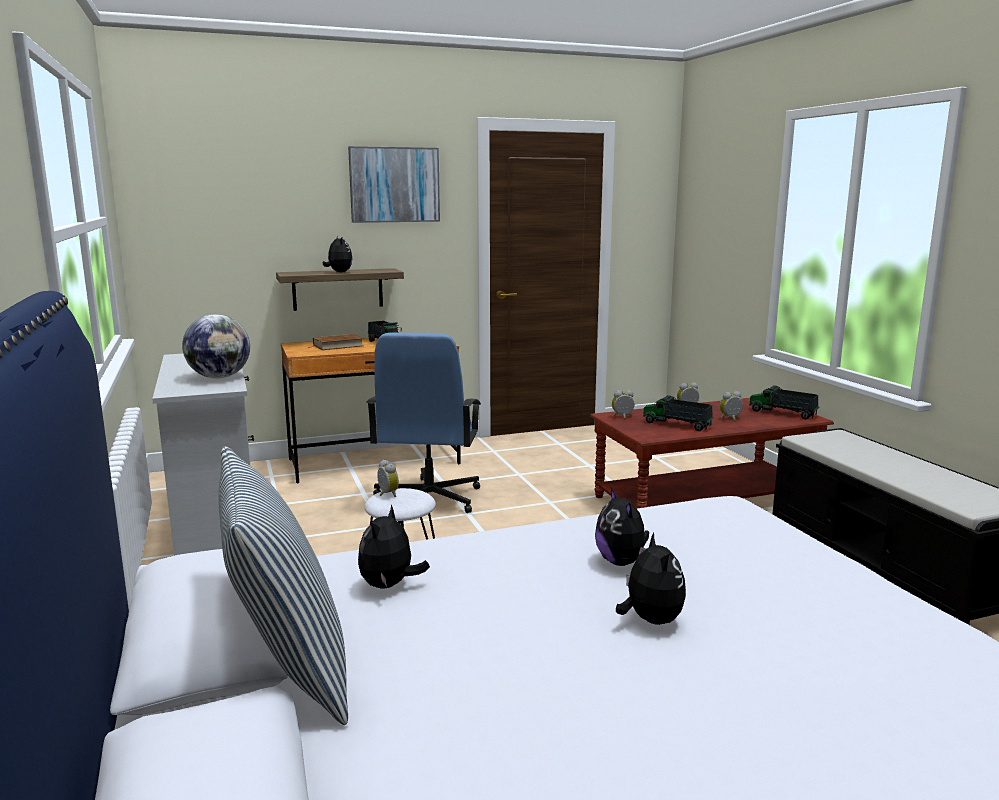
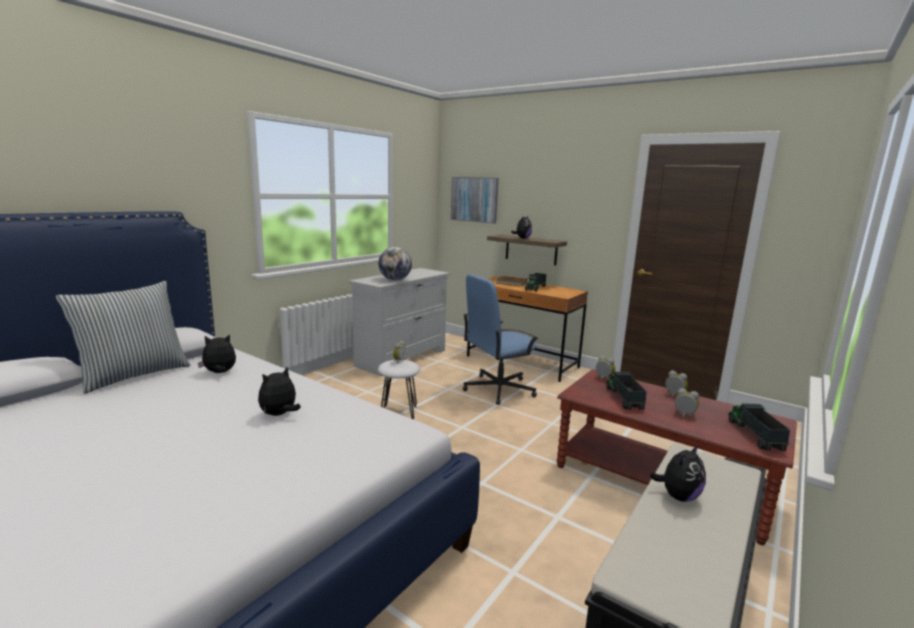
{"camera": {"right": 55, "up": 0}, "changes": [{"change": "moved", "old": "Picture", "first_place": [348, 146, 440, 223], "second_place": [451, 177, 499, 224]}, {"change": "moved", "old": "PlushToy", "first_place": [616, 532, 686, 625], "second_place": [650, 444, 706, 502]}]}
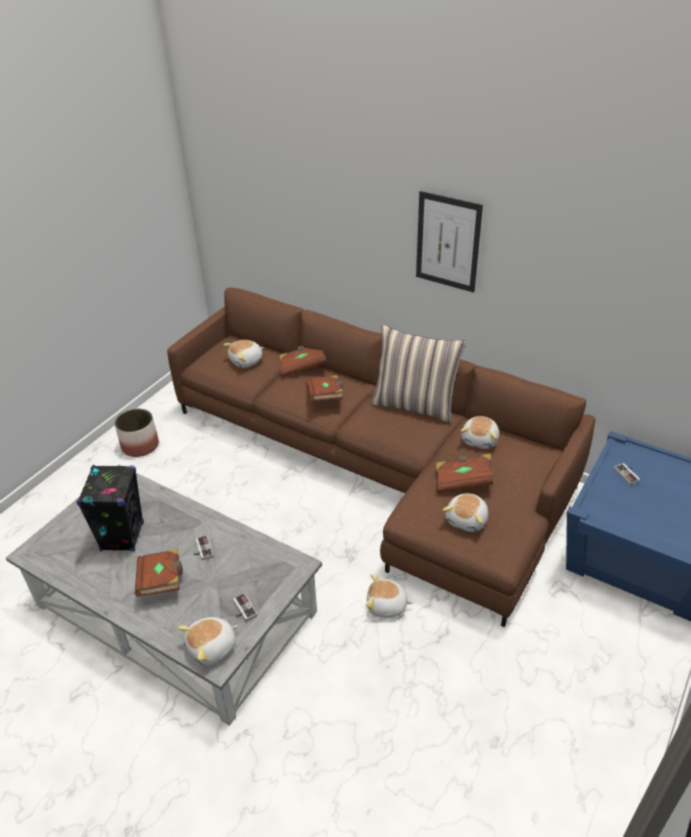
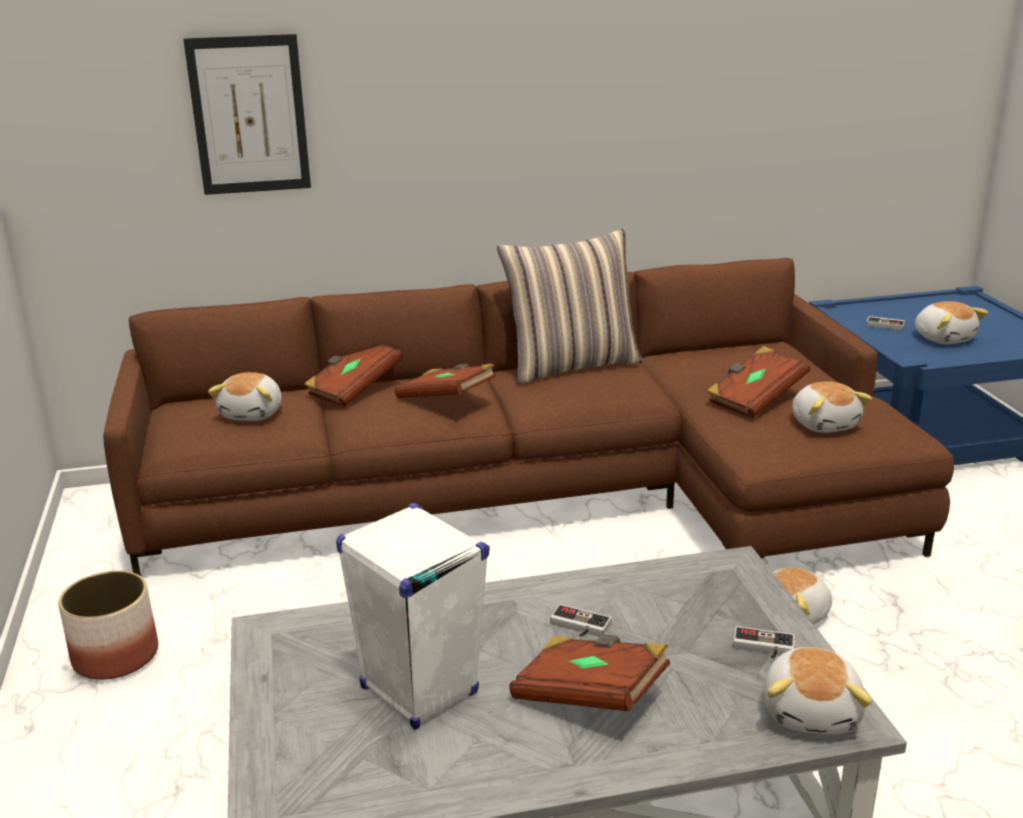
{"camera": {"right": -45, "up": -15}, "changes": [{"change": "recoloured", "old": "BlackSpeaker", "new": "WhiteSpeaker", "first_place": [77, 465, 144, 551], "second_place": [336, 503, 489, 730]}, {"change": "moved", "old": "Picture", "first_place": [416, 191, 483, 293], "second_place": [183, 34, 311, 195]}, {"change": "moved", "old": "PlushToy", "first_place": [460, 416, 499, 449], "second_place": [915, 301, 988, 344]}]}
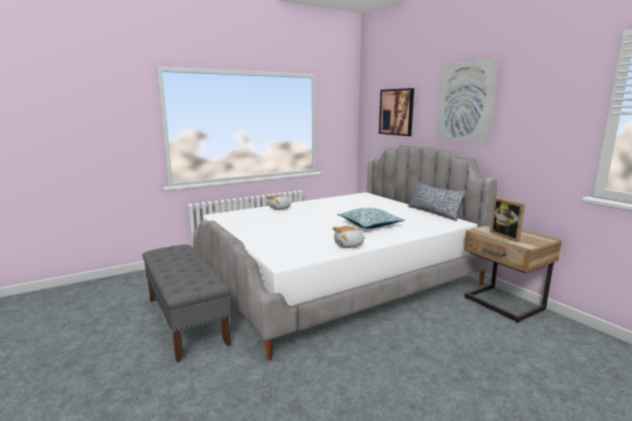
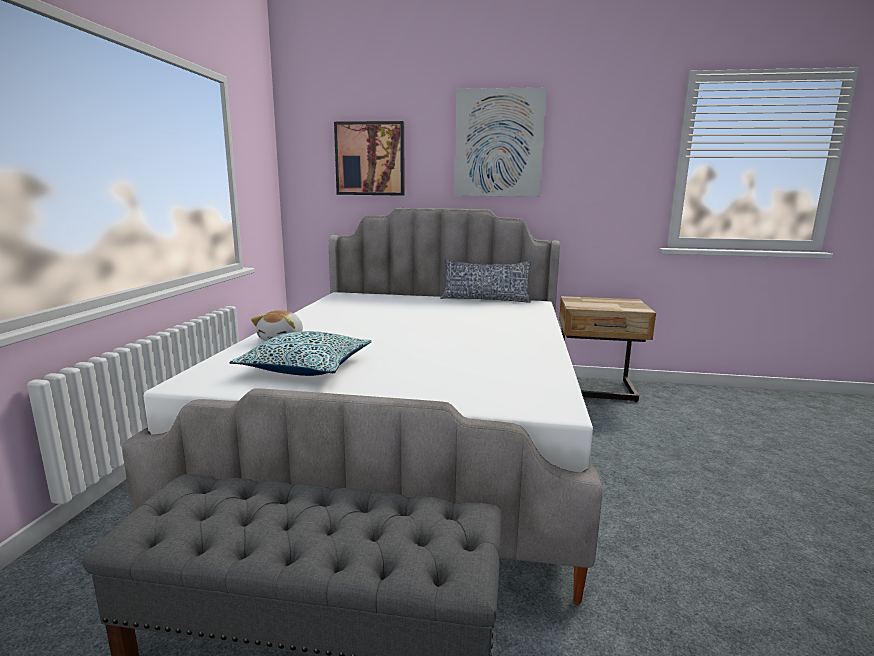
{"camera": {"right": -50, "up": 0}, "changes": [{"change": "removed", "old": "PlushToy", "first_place": [332, 226, 366, 248]}, {"change": "moved", "old": "Pillow", "first_place": [338, 208, 405, 229], "second_place": [230, 331, 372, 376]}, {"change": "removed", "old": "PictureFrame", "first_place": [490, 197, 525, 242]}]}
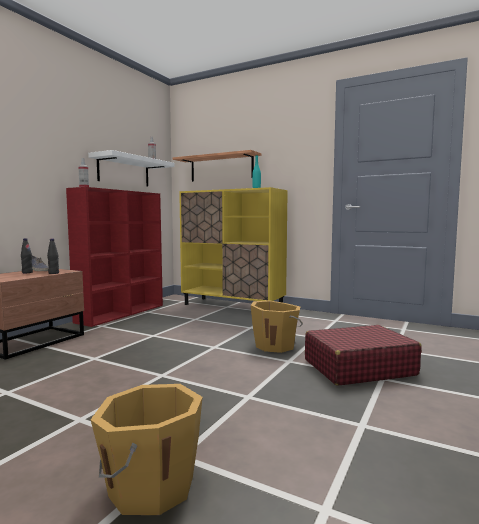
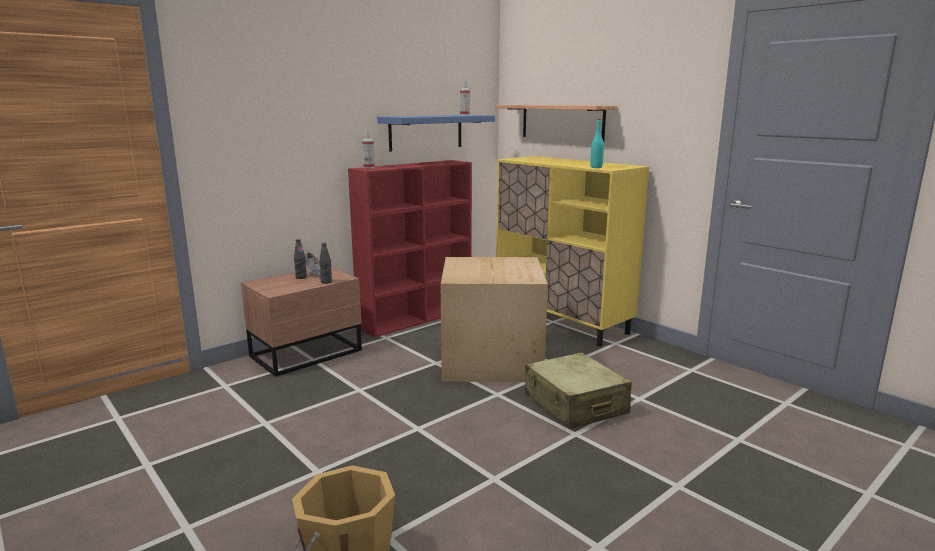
{"camera": {"right": 20, "up": 10}, "changes": [{"change": "recoloured", "old": "WhiteShelf", "new": "BlueShelf", "first_place": [88, 150, 174, 187], "second_place": [377, 115, 495, 152]}, {"change": "replaced", "old": "OrangeBucket", "new": "BeigeSuitcase", "first_place": [251, 300, 303, 353], "second_place": [525, 352, 632, 429]}, {"change": "removed", "old": "RedSuitcase", "first_place": [305, 325, 422, 386]}, {"change": "added", "new": "CardboardBox", "second_place": [441, 257, 548, 382]}]}
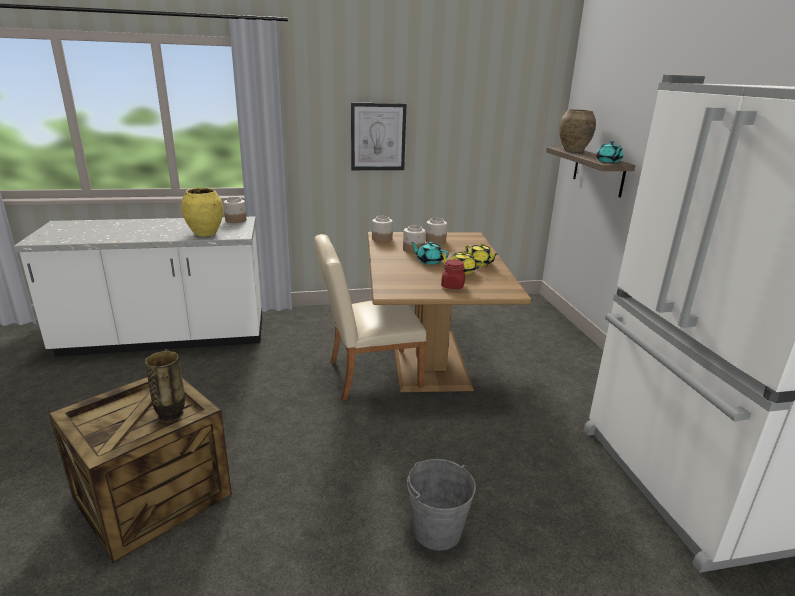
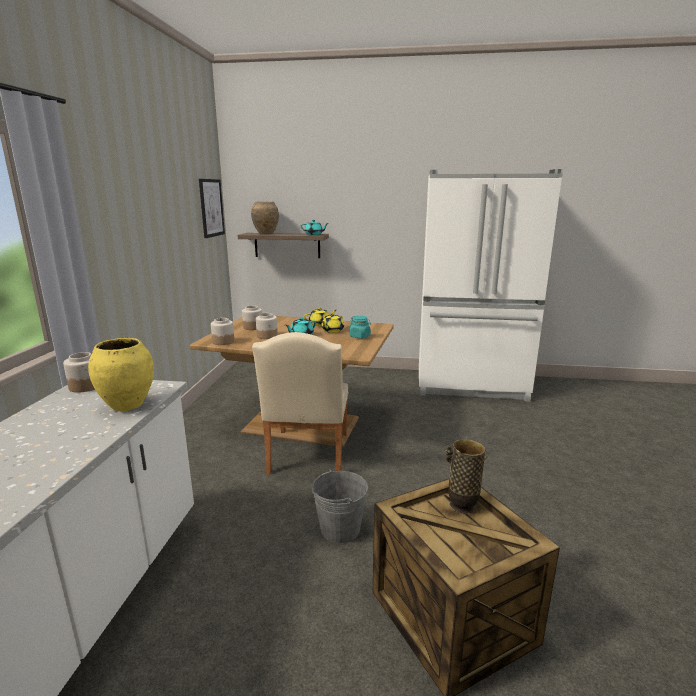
{"camera": {"right": -70, "up": -5}, "changes": [{"change": "moved", "old": "Picture", "first_place": [351, 102, 406, 170], "second_place": [199, 179, 225, 238]}, {"change": "moved", "old": "GreyBucket", "first_place": [407, 459, 476, 551], "second_place": [312, 469, 368, 543]}, {"change": "recoloured", "old": "RedJar", "new": "TurquoiseJar", "first_place": [441, 259, 465, 289], "second_place": [350, 316, 371, 339]}]}
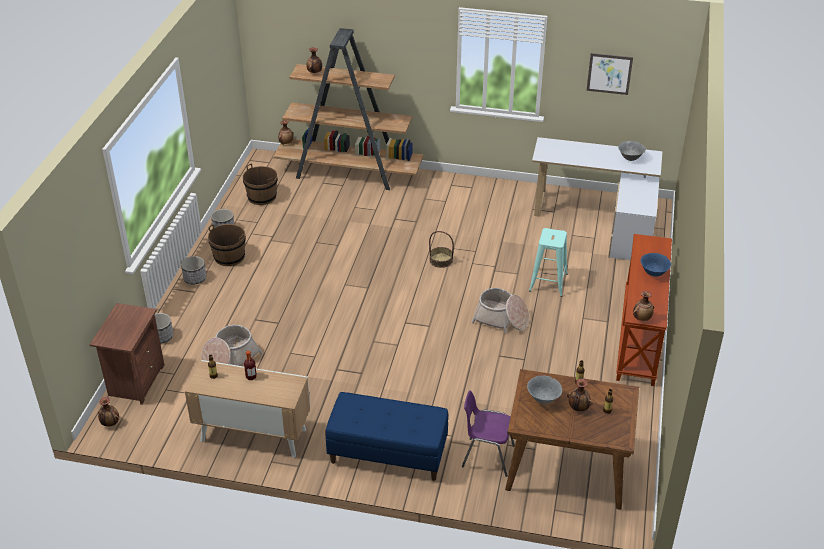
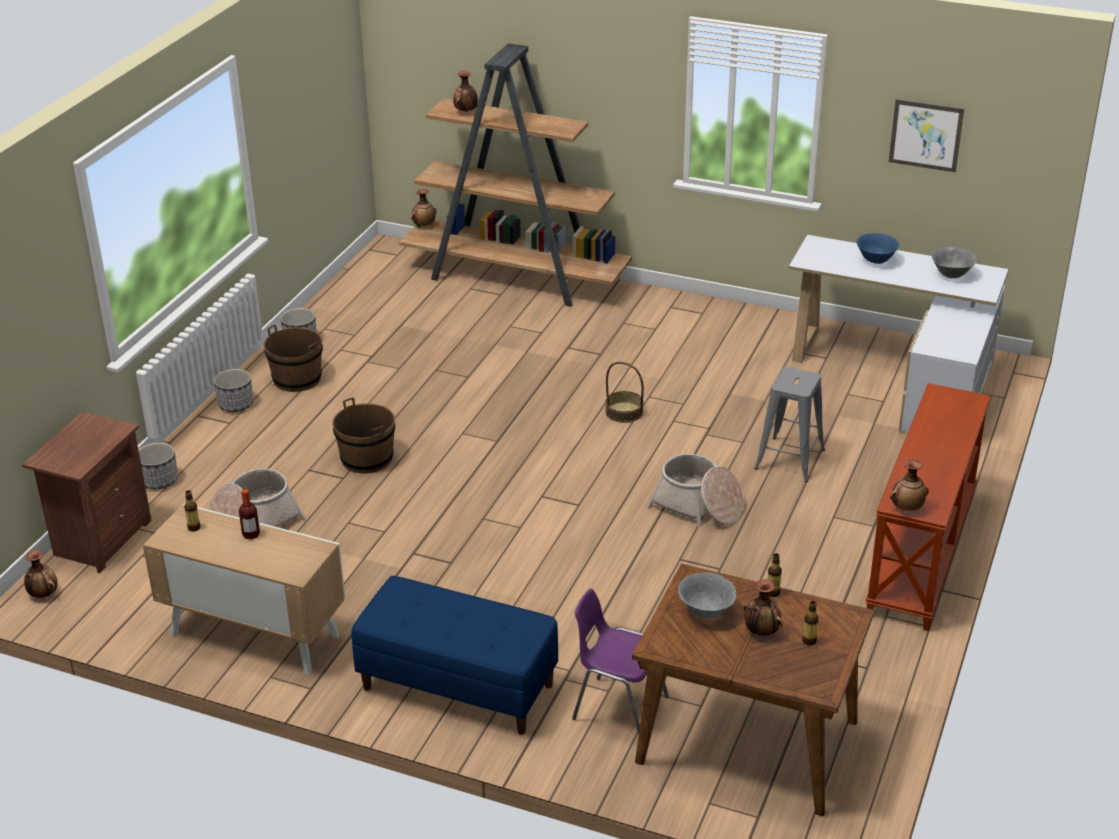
{"camera": {"right": 10, "up": -5}, "changes": [{"change": "moved", "old": "BrownBucket", "first_place": [243, 163, 278, 205], "second_place": [333, 397, 395, 474]}, {"change": "recoloured", "old": "TurquoiseStool", "new": "GreyStool", "first_place": [529, 228, 568, 297], "second_place": [754, 367, 825, 482]}, {"change": "moved", "old": "BlueBowl", "first_place": [641, 253, 671, 277], "second_place": [856, 233, 899, 264]}]}
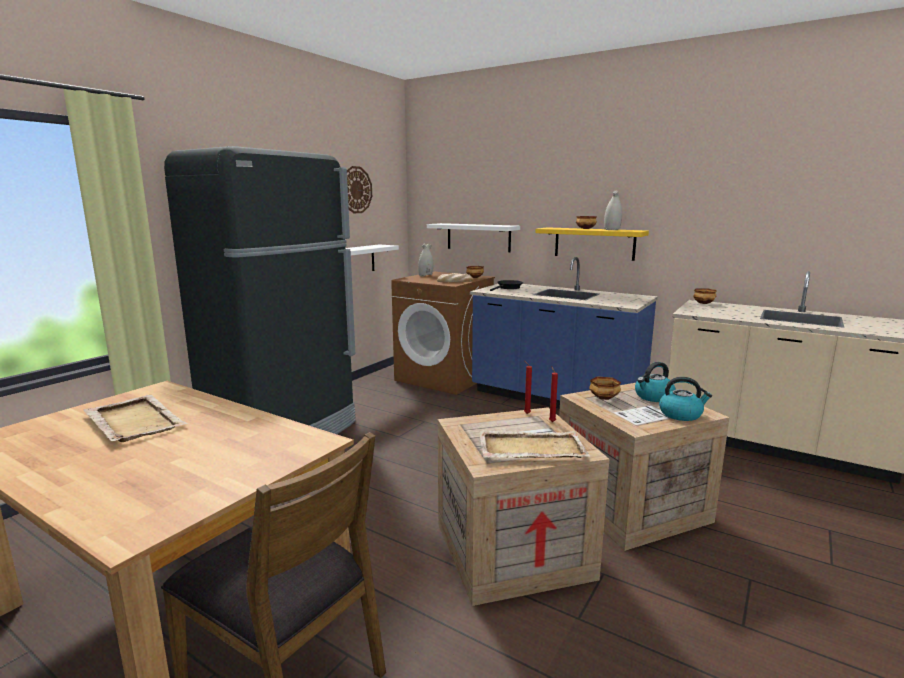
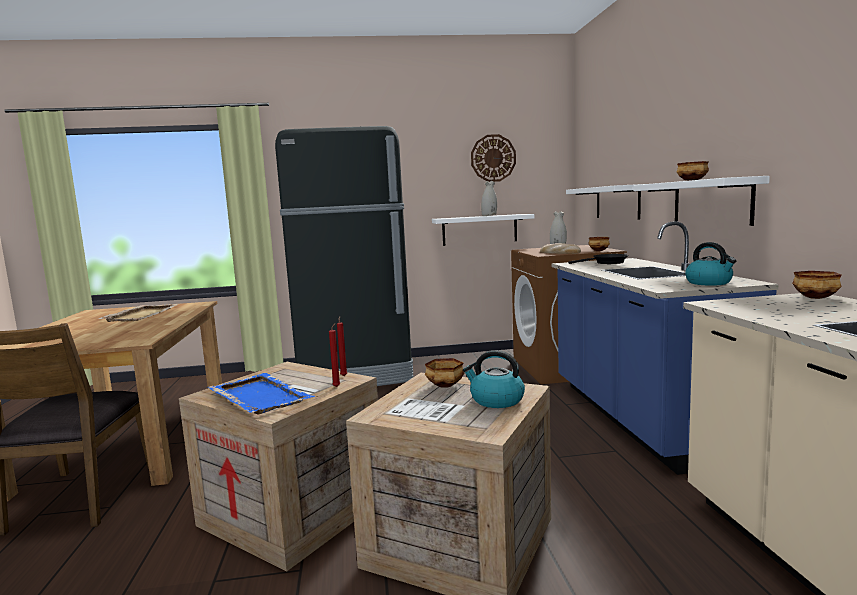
{"camera": {"right": 50, "up": -5}, "changes": [{"change": "recoloured", "old": "BeigeTray", "new": "BlueTray", "first_place": [479, 430, 590, 458], "second_place": [208, 373, 315, 414]}, {"change": "recoloured", "old": "YellowShelf", "new": "WhiteShelf", "first_place": [535, 227, 649, 261], "second_place": [633, 176, 770, 226]}, {"change": "moved", "old": "WhiteVase", "first_place": [604, 191, 622, 230], "second_place": [481, 181, 497, 216]}, {"change": "moved", "old": "Kettle", "first_place": [659, 377, 712, 421], "second_place": [685, 242, 736, 286]}]}
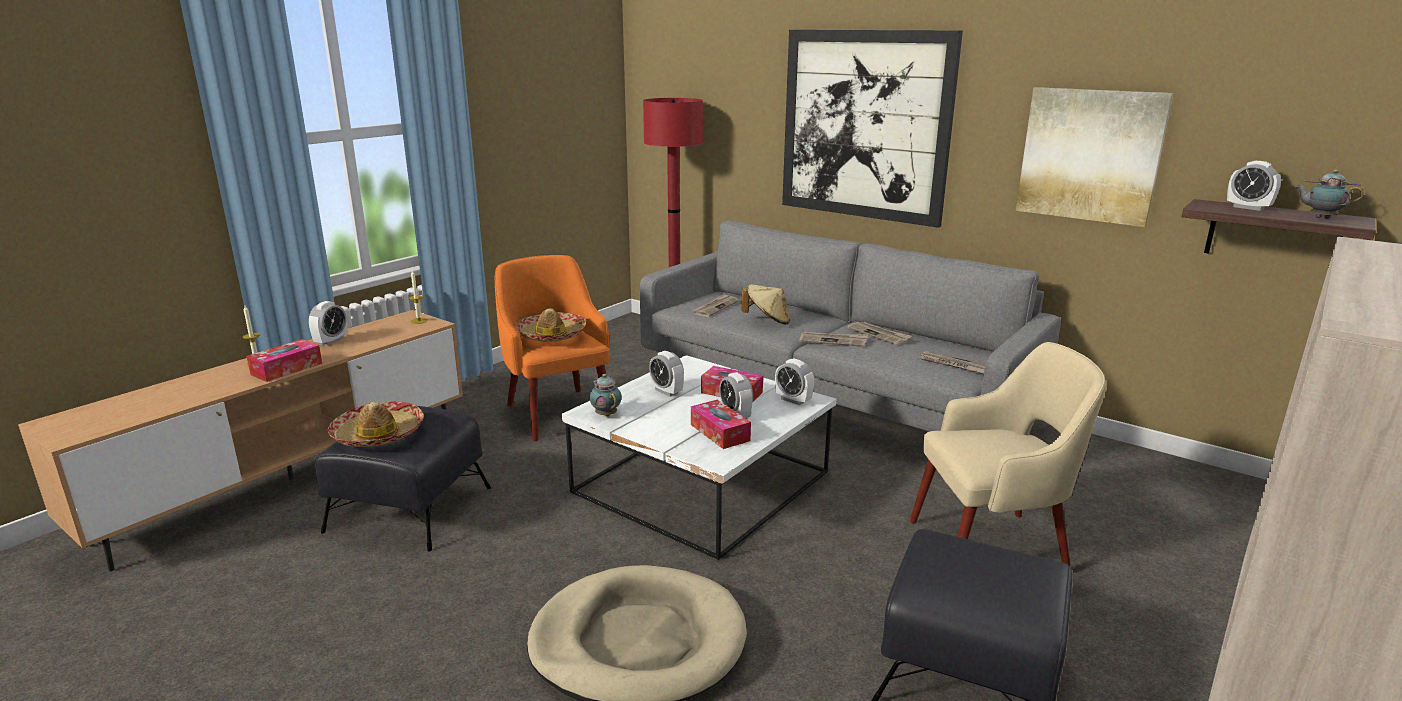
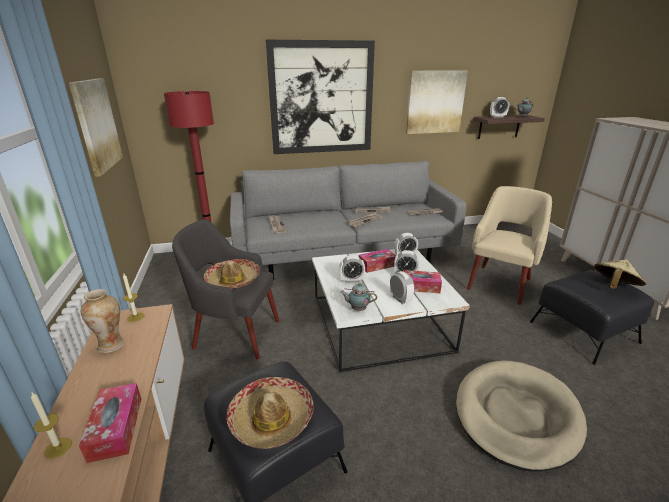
{"camera": {"right": -50, "up": 5}, "changes": [{"change": "moved", "old": "AlarmClock", "first_place": [309, 301, 347, 346], "second_place": [390, 271, 414, 304]}, {"change": "recoloured", "old": "OrangeArmchair", "new": "GreyArmchair", "first_place": [495, 255, 610, 441], "second_place": [172, 219, 279, 359]}, {"change": "moved", "old": "BeigeHat", "first_place": [741, 284, 790, 325], "second_place": [594, 259, 647, 289]}, {"change": "added", "new": "Picture", "second_place": [69, 78, 123, 177]}, {"change": "added", "new": "Vase", "second_place": [81, 289, 125, 353]}]}
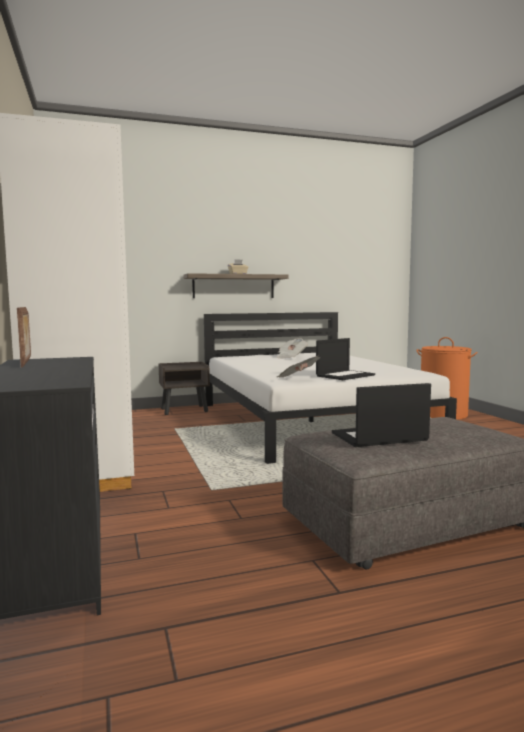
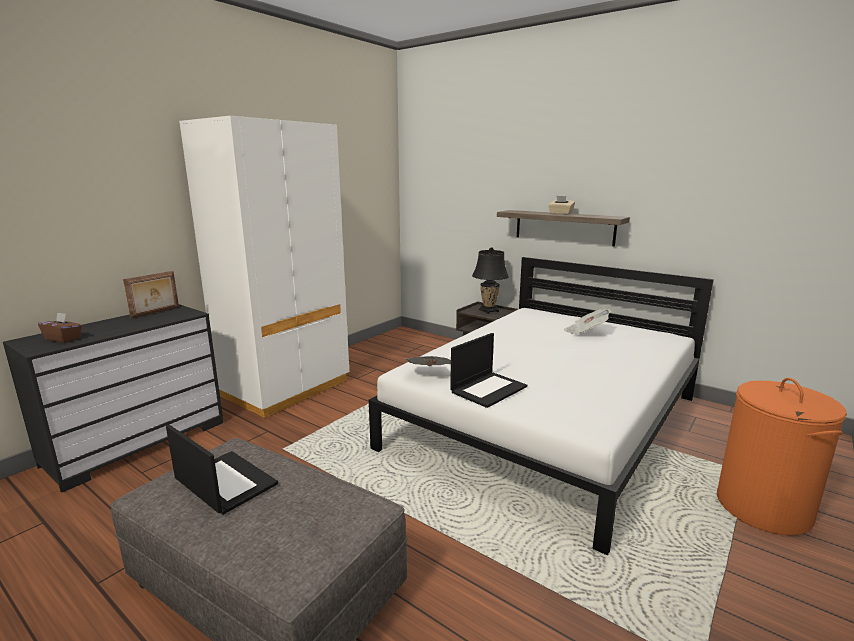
{"camera": {"right": 55, "up": 10}, "changes": [{"change": "turned", "old": "Laptop", "first_place": [316, 338, 375, 380], "second_place": [450, 333, 527, 408], "degrees": -60}, {"change": "added", "new": "BrownTissueBox", "second_place": [38, 312, 82, 343]}, {"change": "added", "new": "BlackTableLamp", "second_place": [472, 247, 509, 314]}]}
